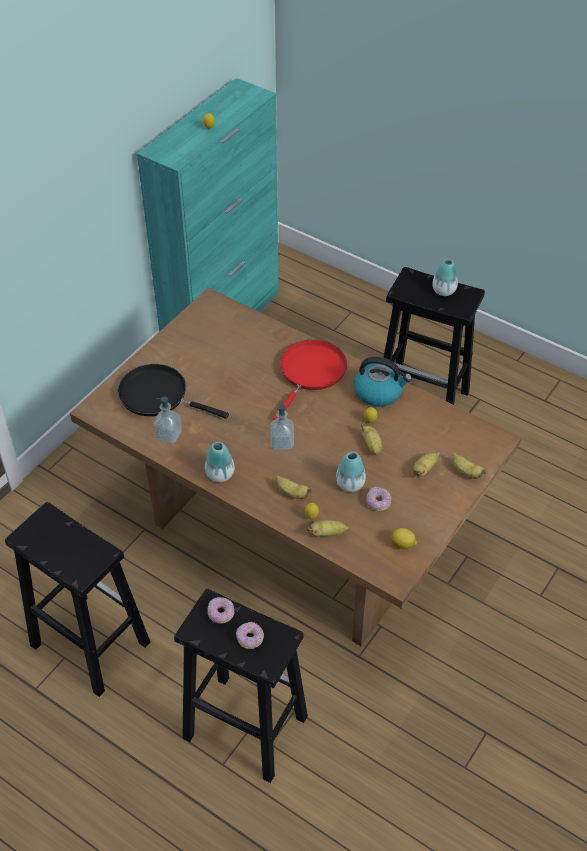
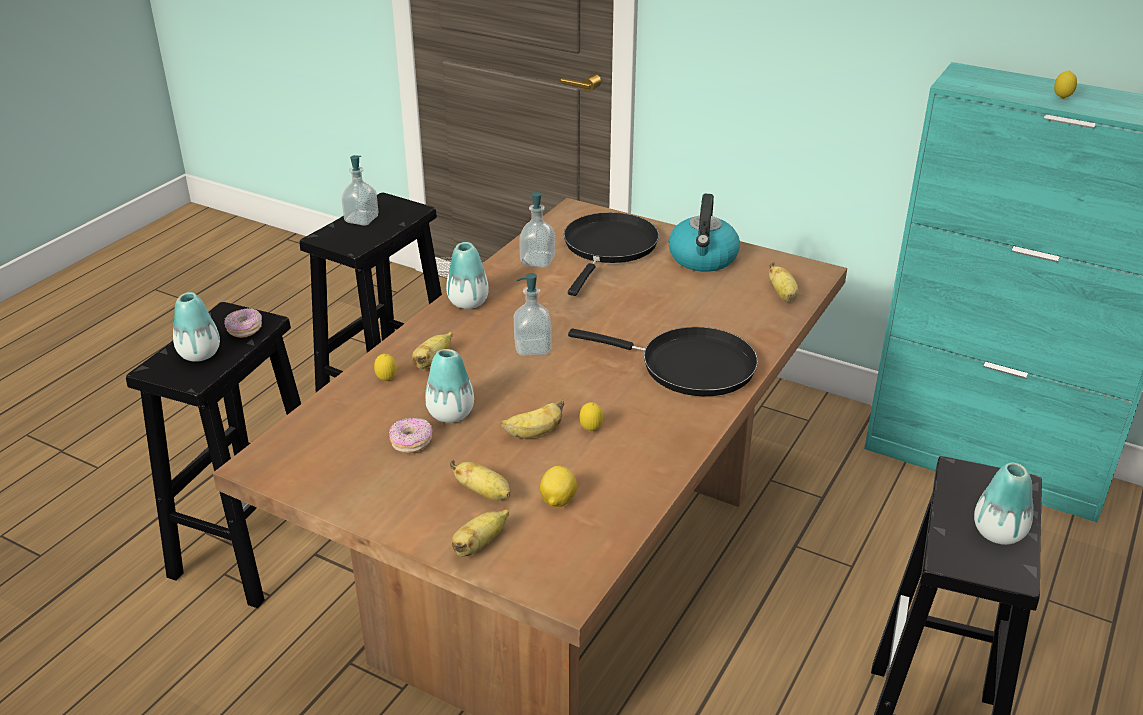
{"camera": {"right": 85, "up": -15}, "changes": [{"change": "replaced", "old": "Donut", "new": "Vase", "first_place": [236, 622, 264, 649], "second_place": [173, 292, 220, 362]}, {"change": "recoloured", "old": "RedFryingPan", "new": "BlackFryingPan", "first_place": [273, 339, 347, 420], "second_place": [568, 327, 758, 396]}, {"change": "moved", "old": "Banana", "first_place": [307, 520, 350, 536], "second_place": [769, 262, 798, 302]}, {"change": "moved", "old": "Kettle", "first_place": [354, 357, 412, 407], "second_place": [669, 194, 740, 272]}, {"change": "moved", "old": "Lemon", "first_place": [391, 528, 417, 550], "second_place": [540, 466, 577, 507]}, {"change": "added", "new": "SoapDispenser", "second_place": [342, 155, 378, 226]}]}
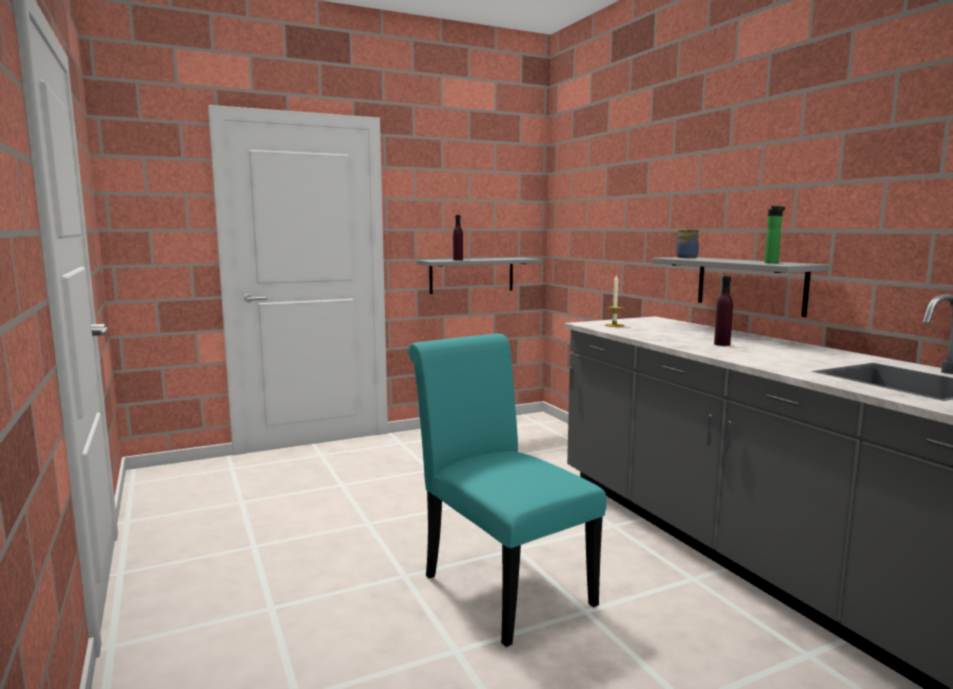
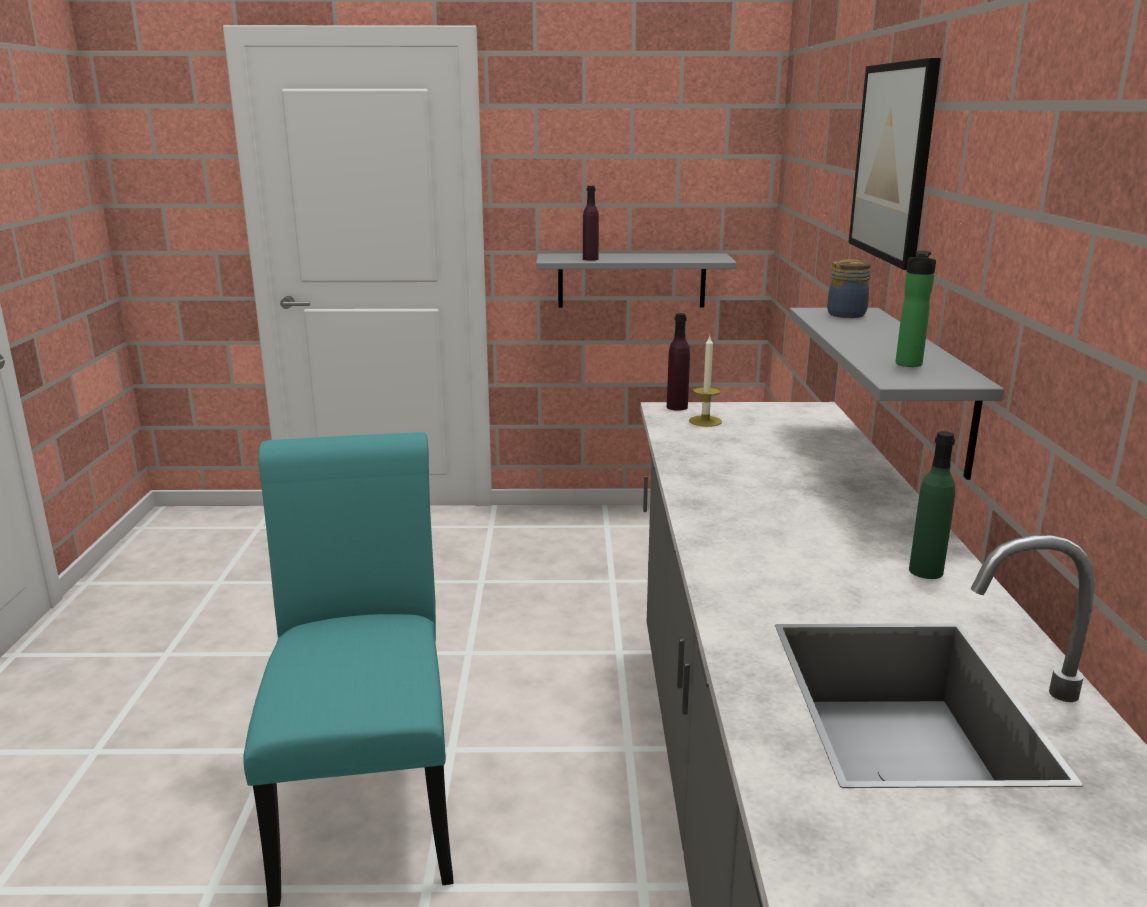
{"camera": {"right": 25, "up": 10}, "changes": [{"change": "moved", "old": "PurpleBottle", "first_place": [714, 276, 733, 346], "second_place": [667, 313, 690, 411]}, {"change": "added", "new": "Picture", "second_place": [848, 58, 941, 270]}, {"change": "added", "new": "GreenBottle", "second_place": [909, 431, 955, 579]}]}
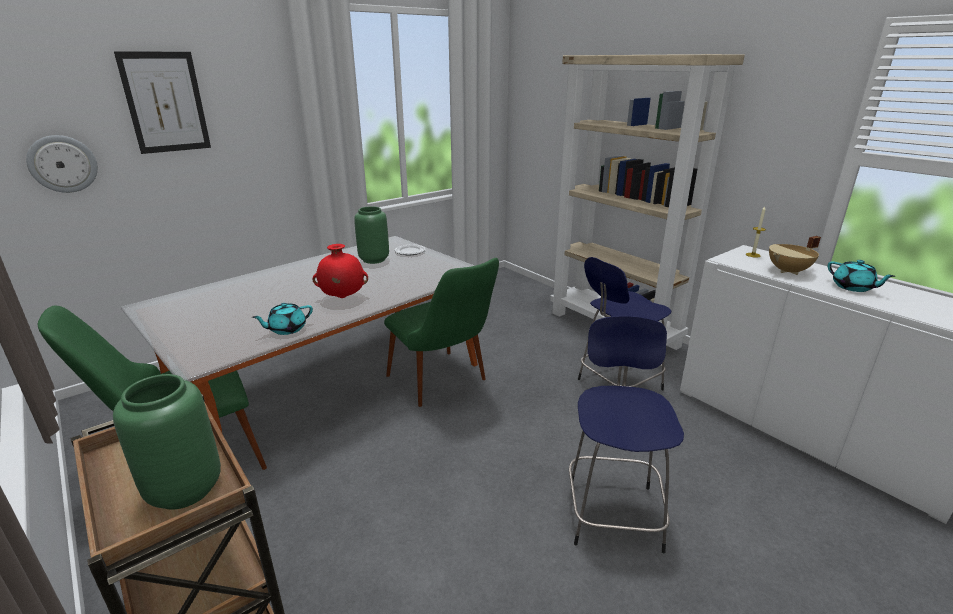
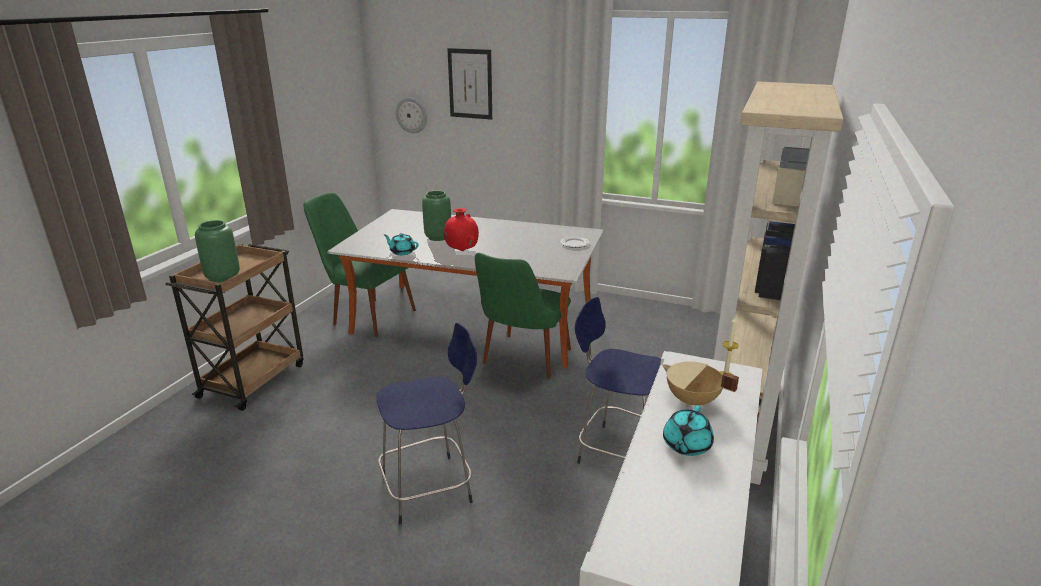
{"camera": {"right": 60, "up": 0}, "changes": [{"change": "moved", "old": "GreenVase", "first_place": [354, 206, 389, 264], "second_place": [422, 191, 451, 241]}]}
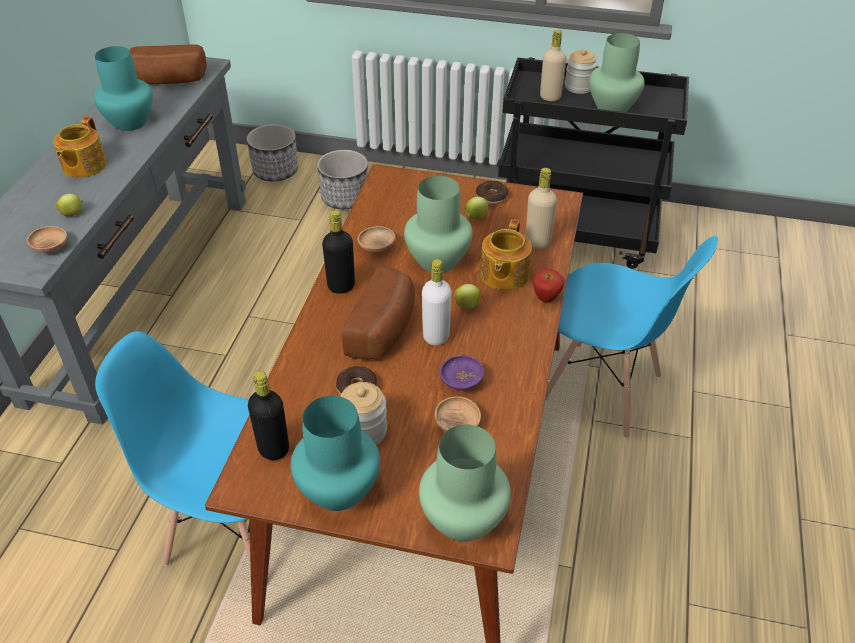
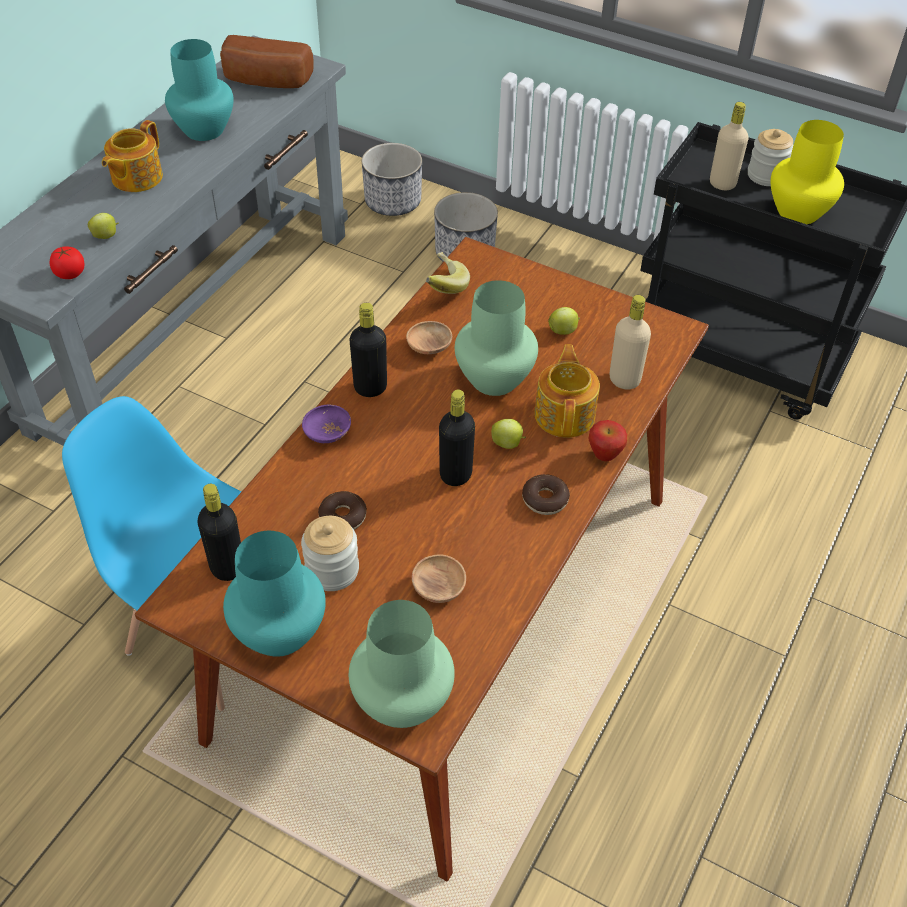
{"camera": {"right": 15, "up": 5}, "changes": [{"change": "replaced", "old": "BrownBowl", "new": "Tomato", "first_place": [27, 226, 67, 253], "second_place": [50, 246, 84, 279]}, {"change": "removed", "old": "Bread", "first_place": [342, 266, 415, 360]}, {"change": "recoloured", "old": "WhiteBottle", "new": "BlackBottle", "first_place": [422, 259, 452, 346], "second_place": [439, 390, 475, 486]}, {"change": "moved", "old": "PurpleBowl", "first_place": [440, 355, 484, 390], "second_place": [302, 405, 351, 443]}, {"change": "moved", "old": "Donut", "first_place": [476, 180, 508, 205], "second_place": [522, 474, 570, 515]}, {"change": "turned", "old": "Teapot", "first_place": [480, 219, 532, 291], "second_place": [534, 345, 600, 438], "degrees": 150}, {"change": "removed", "old": "BlueChair", "first_place": [545, 236, 718, 438]}, {"change": "recoloured", "old": "GreenVase", "new": "YellowVase", "first_place": [589, 33, 644, 112], "second_place": [771, 120, 844, 224]}, {"change": "added", "new": "Banana", "second_place": [426, 252, 470, 294]}]}
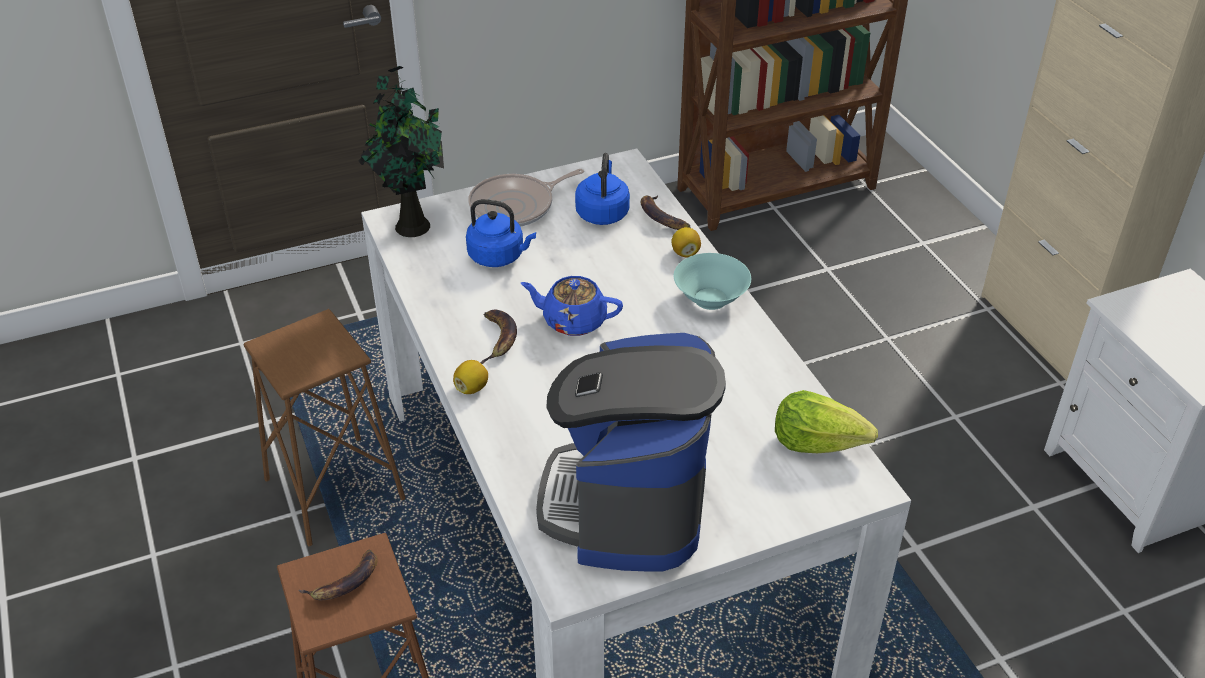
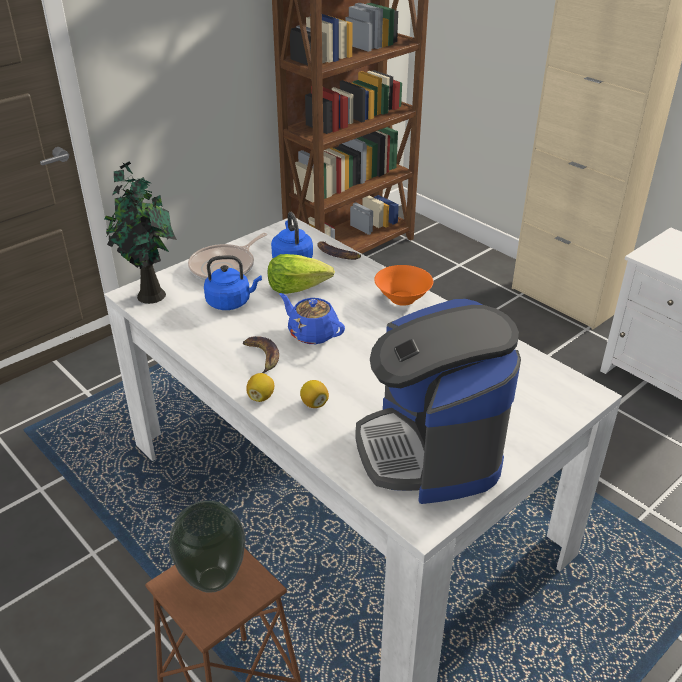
{"camera": {"right": -20, "up": -5}, "changes": [{"change": "removed", "old": "BrownStool", "first_place": [244, 309, 405, 546]}, {"change": "replaced", "old": "Banana", "new": "Vase", "first_place": [299, 550, 378, 600], "second_place": [169, 501, 246, 593]}, {"change": "turned", "old": "BlueTeapot", "first_place": [521, 276, 623, 336], "second_place": [279, 293, 345, 344], "degrees": 45}, {"change": "moved", "old": "Lemon", "first_place": [671, 227, 701, 257], "second_place": [300, 380, 329, 408]}, {"change": "recoloured", "old": "TurquoiseBowl", "new": "OrangeBowl", "first_place": [674, 253, 751, 310], "second_place": [374, 265, 433, 306]}, {"change": "moved", "old": "Lettuce", "first_place": [775, 390, 878, 453], "second_place": [268, 254, 335, 294]}]}
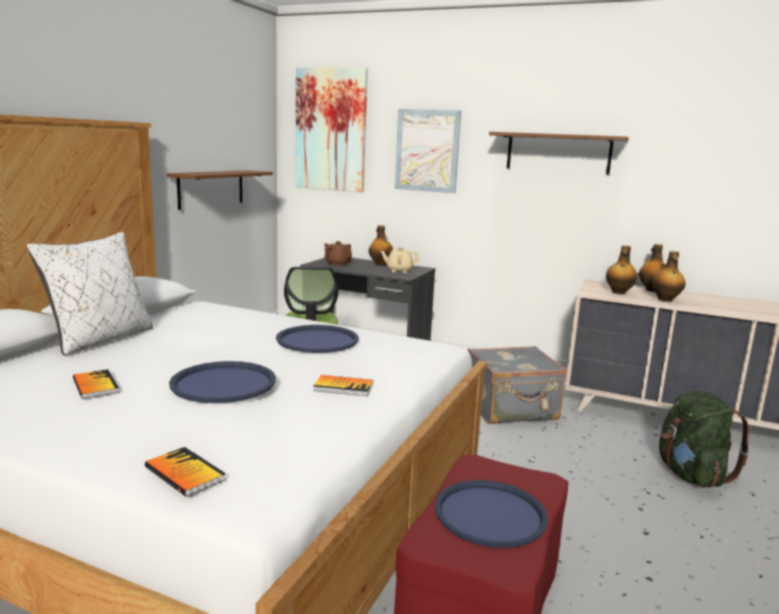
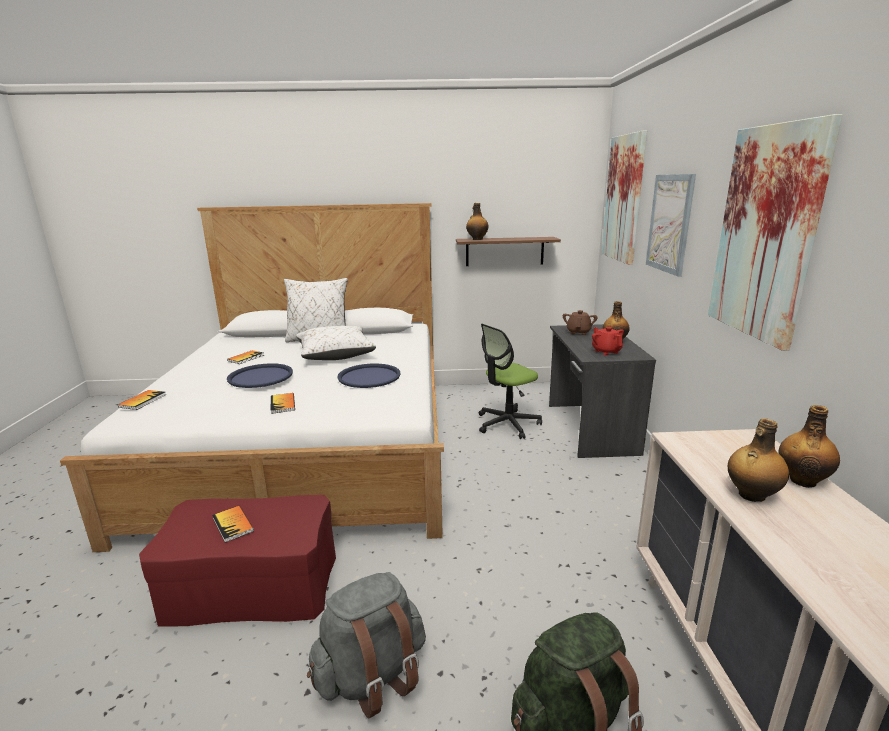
{"camera": {"right": 65, "up": 5}, "changes": [{"change": "recoloured", "old": "BeigeTeapot", "new": "RedTeapot", "first_place": [381, 247, 419, 273], "second_place": [592, 327, 624, 355]}, {"change": "replaced", "old": "BlueTray", "new": "Book", "first_place": [435, 480, 548, 548], "second_place": [212, 506, 254, 543]}, {"change": "removed", "old": "GreySuitcase", "first_place": [468, 346, 567, 424]}, {"change": "replaced", "old": "BrownShelf", "new": "Picture", "first_place": [489, 132, 629, 174], "second_place": [708, 114, 843, 351]}, {"change": "moved", "old": "Bottle", "first_place": [606, 245, 637, 294], "second_place": [466, 203, 489, 240]}, {"change": "added", "new": "WhitePillow", "second_place": [296, 326, 376, 360]}, {"change": "added", "new": "GreyBackpack", "second_place": [307, 572, 426, 718]}]}
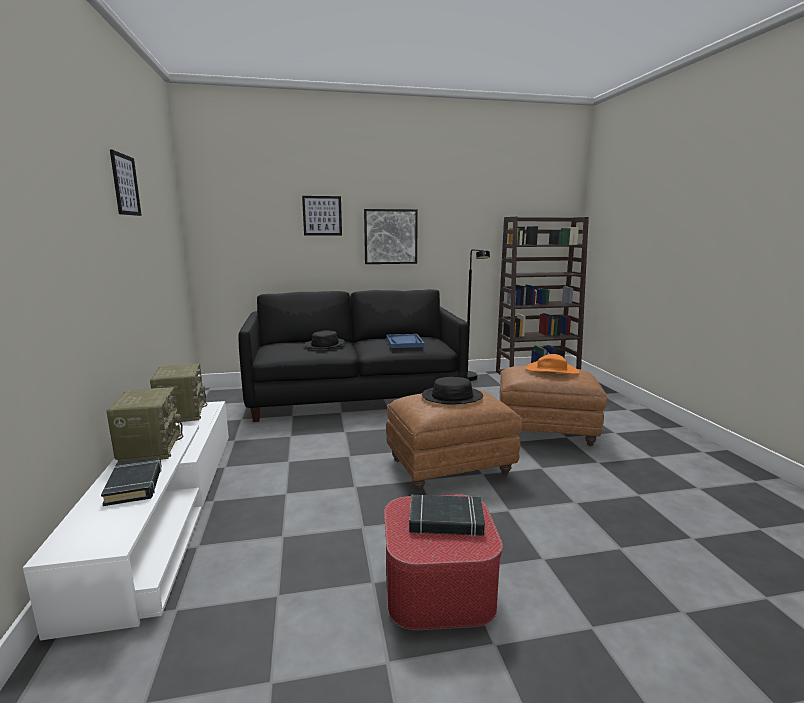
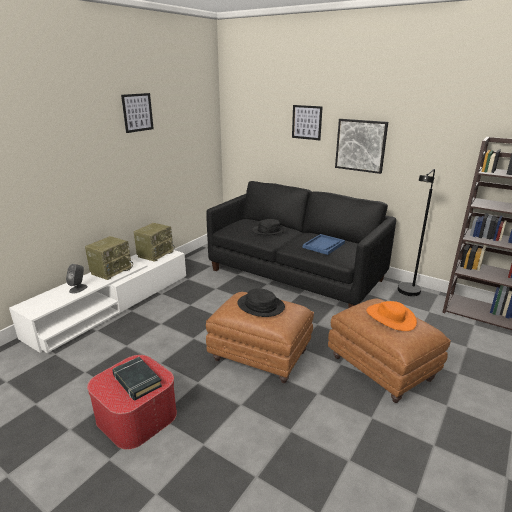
{"camera": {"right": 45, "up": 10}, "changes": [{"change": "replaced", "old": "BlackBook", "new": "GreySpeaker", "first_place": [101, 457, 162, 506], "second_place": [66, 264, 88, 293]}]}
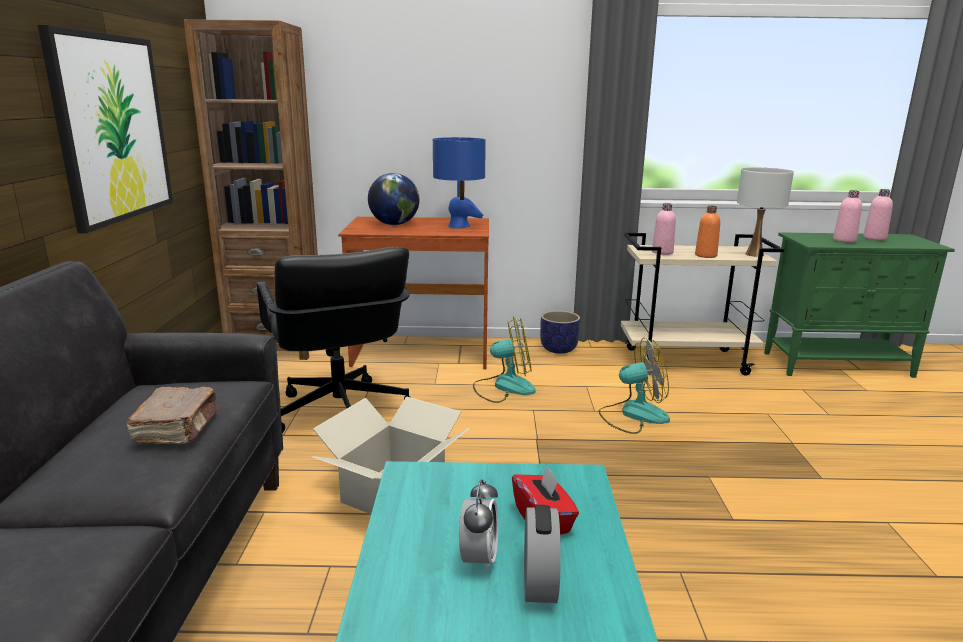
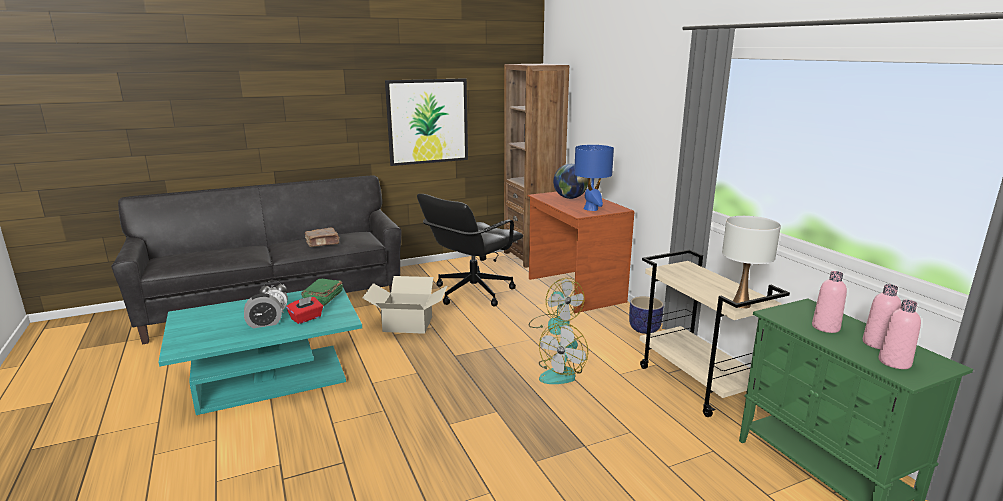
{"camera": {"right": 65, "up": 0}, "changes": [{"change": "turned", "old": "Fan", "first_place": [599, 337, 670, 434], "second_place": [539, 323, 588, 384], "degrees": 60}, {"change": "moved", "old": "PinkBottle", "first_place": [652, 203, 676, 255], "second_place": [879, 300, 921, 369]}, {"change": "removed", "old": "OrangeBottle", "first_place": [695, 206, 720, 258]}, {"change": "added", "new": "GreenBook", "second_place": [302, 279, 343, 306]}]}
